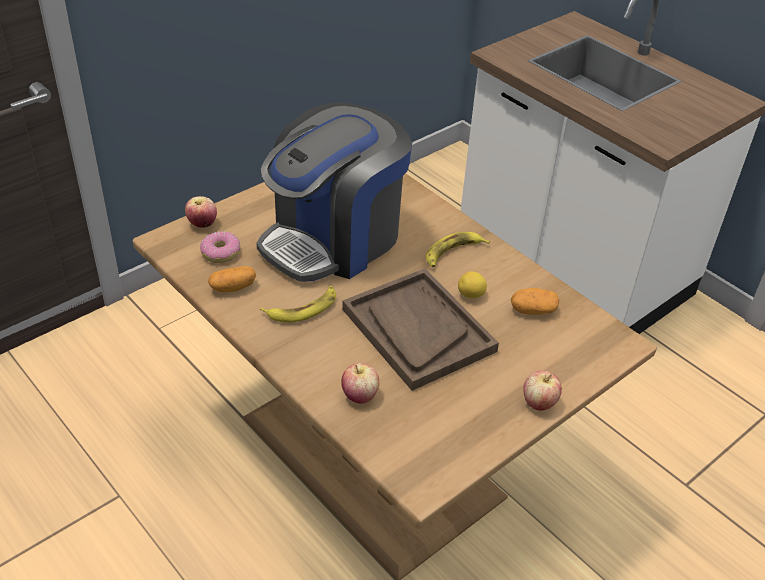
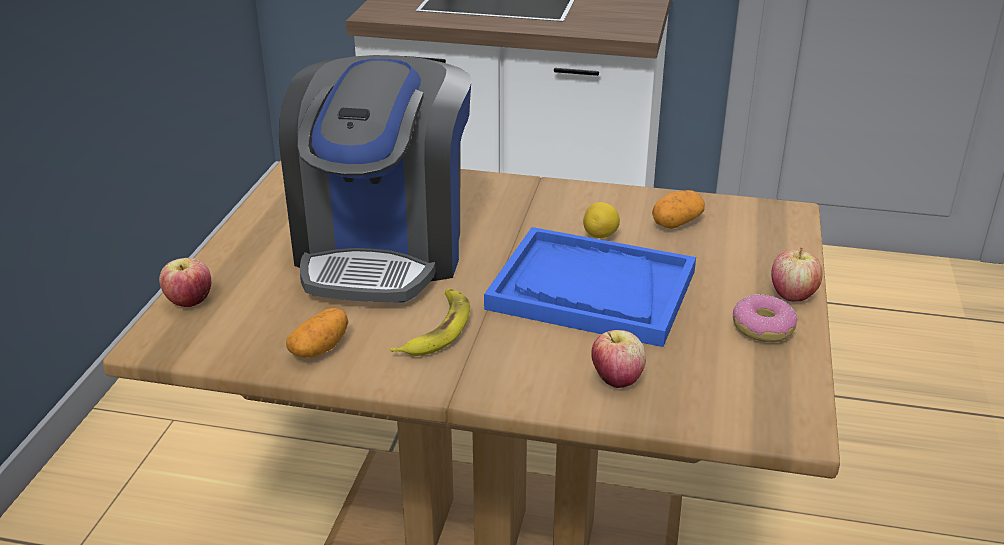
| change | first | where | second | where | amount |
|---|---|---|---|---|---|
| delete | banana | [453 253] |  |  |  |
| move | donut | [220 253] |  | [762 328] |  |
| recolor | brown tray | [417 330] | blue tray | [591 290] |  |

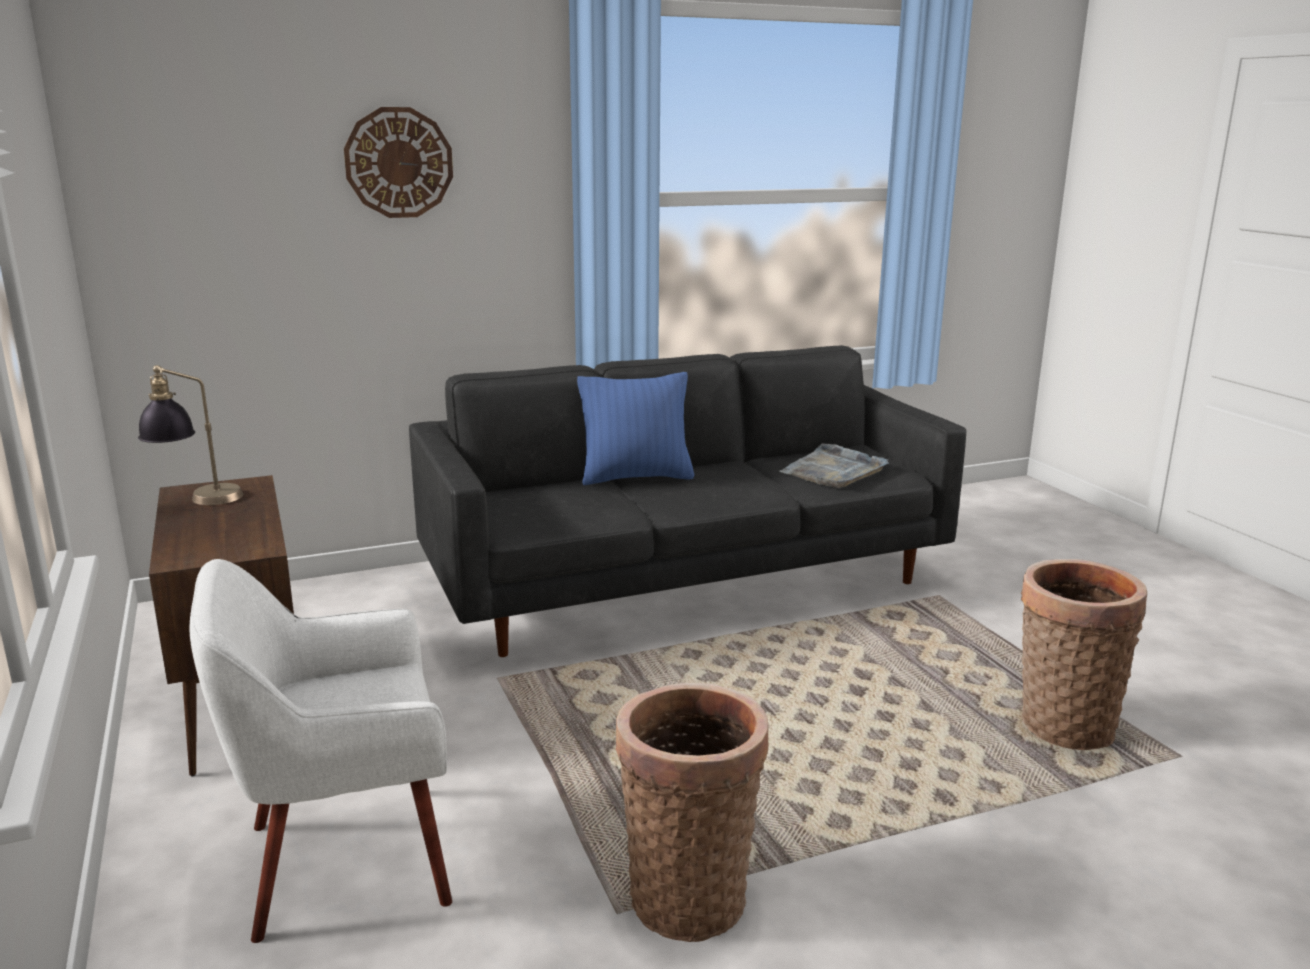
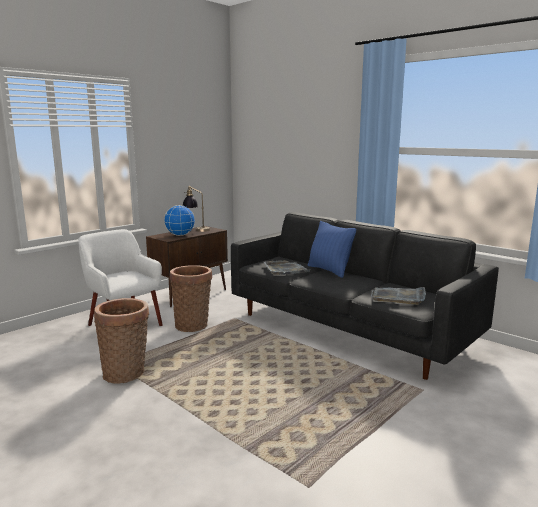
| change | first | where | second | where | amount |
|---|---|---|---|---|---|
| delete | wall clock | [399 163] |  |  |  |
| insert |  |  | globe | [180 235] |  |
| insert |  |  | grey tray | [285 269] |  |
| move | basket | [1062 723] |  | [193 324] |  |

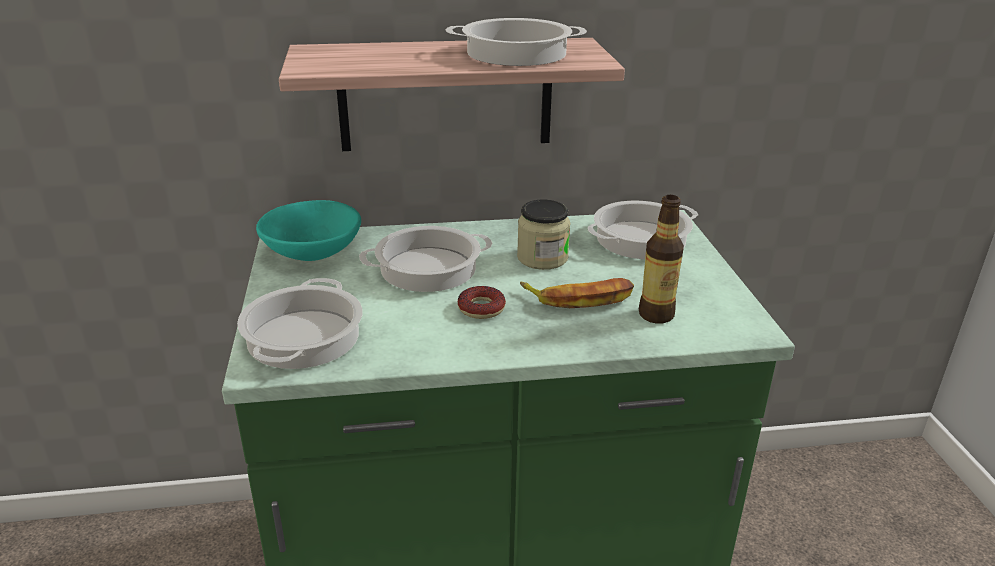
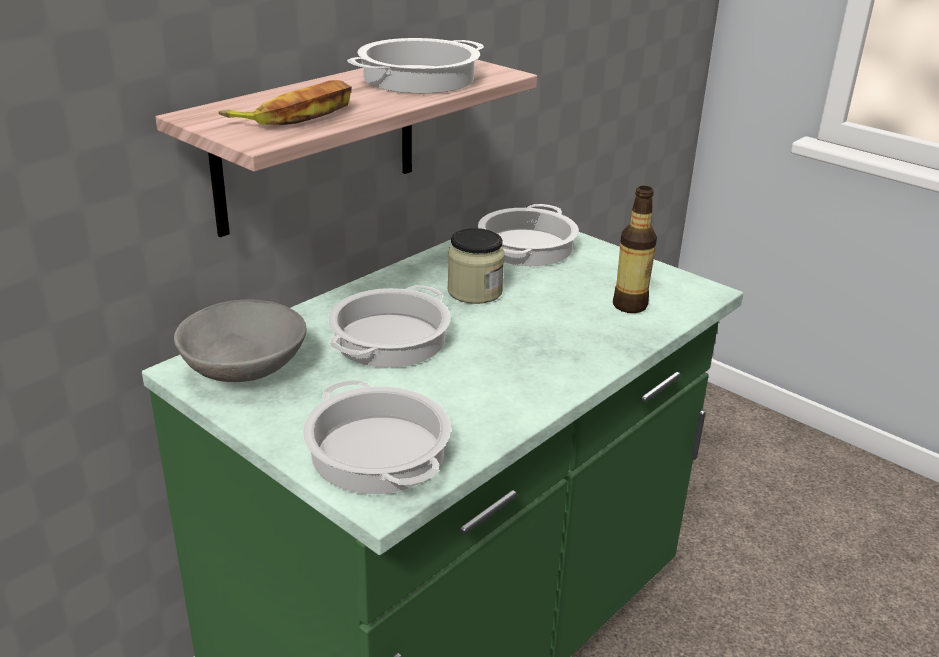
| change | first | where | second | where | amount |
|---|---|---|---|---|---|
| delete | donut | [481 308] |  |  |  |
| move | banana | [580 298] |  | [296 115] |  |
| recolor | turquoise bowl | [312 252] | grey bowl | [243 368] |  |

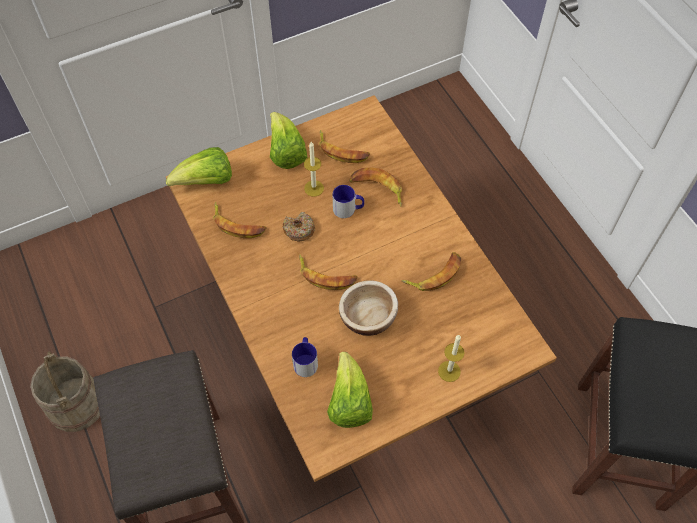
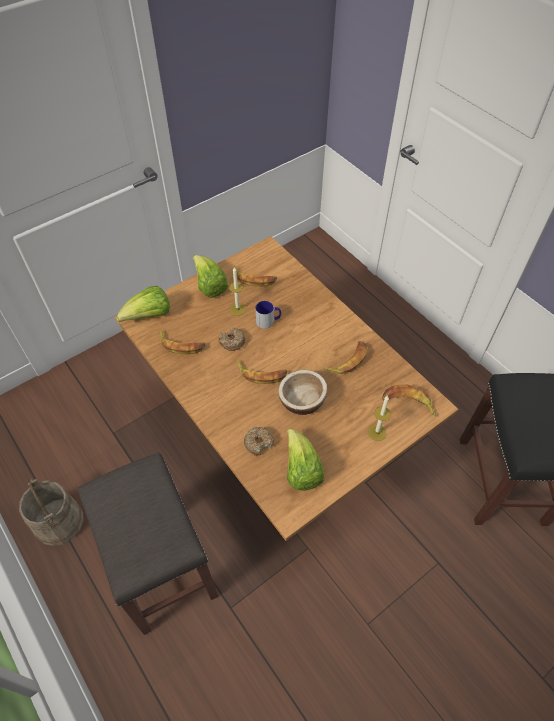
| change | first | where | second | where | amount |
|---|---|---|---|---|---|
| move | banana | [377 189] |  | [408 403] |  |
| replace | mug | [305 361] | donut | [258 443] |  |

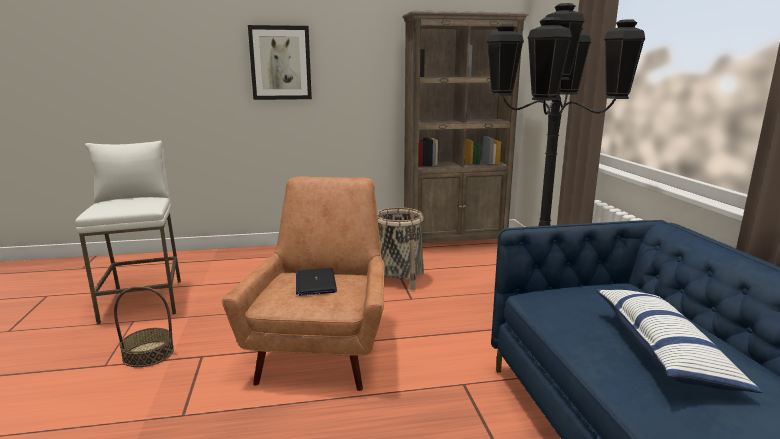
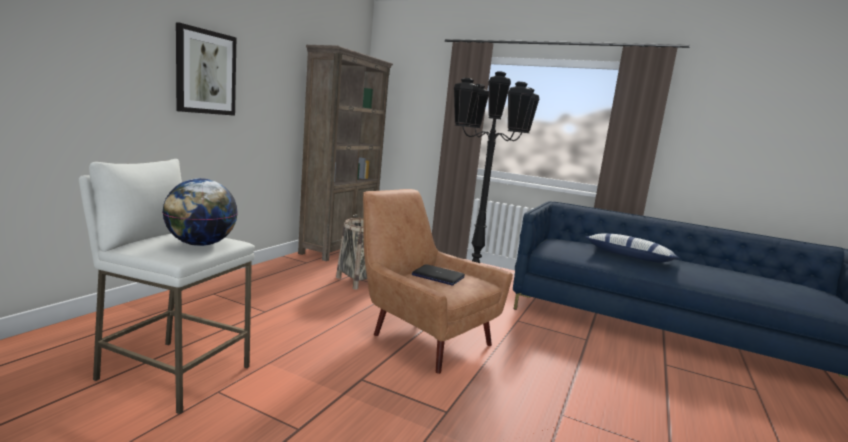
| change | first | where | second | where | amount |
|---|---|---|---|---|---|
| delete | basket | [148 354] |  |  |  |
| insert |  |  | globe | [200 244] |  |

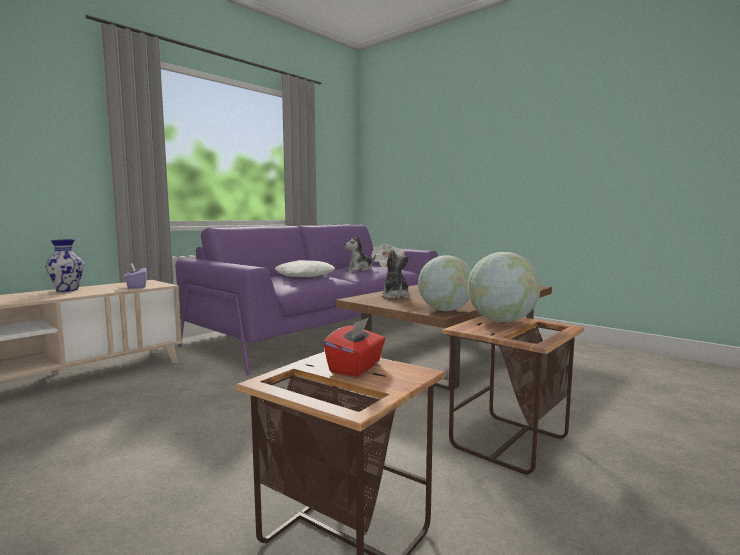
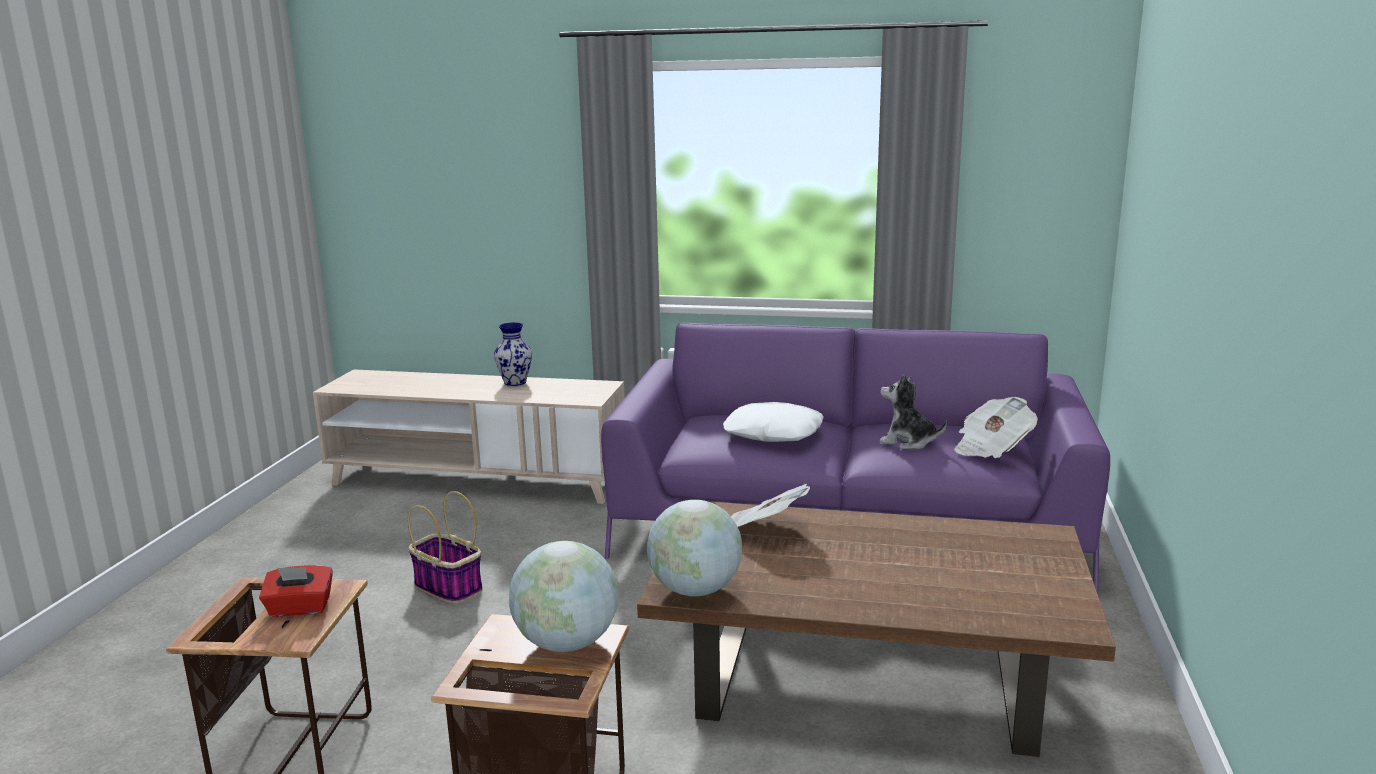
| change | first | where | second | where | amount |
|---|---|---|---|---|---|
| delete | purple tissue box | [136 286] |  |  |  |
| insert |  |  | basket | [447 587] |  |
| replace | plush toy | [395 296] | newspaper | [765 529] |  |

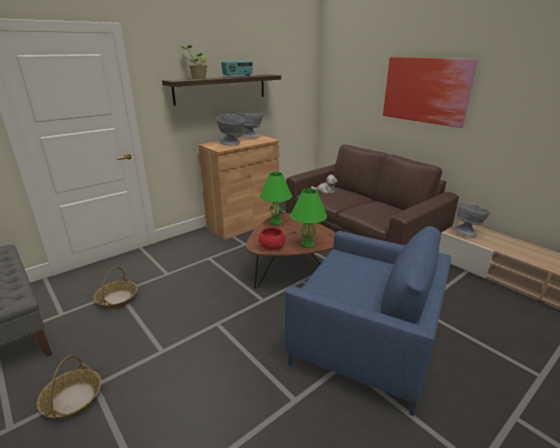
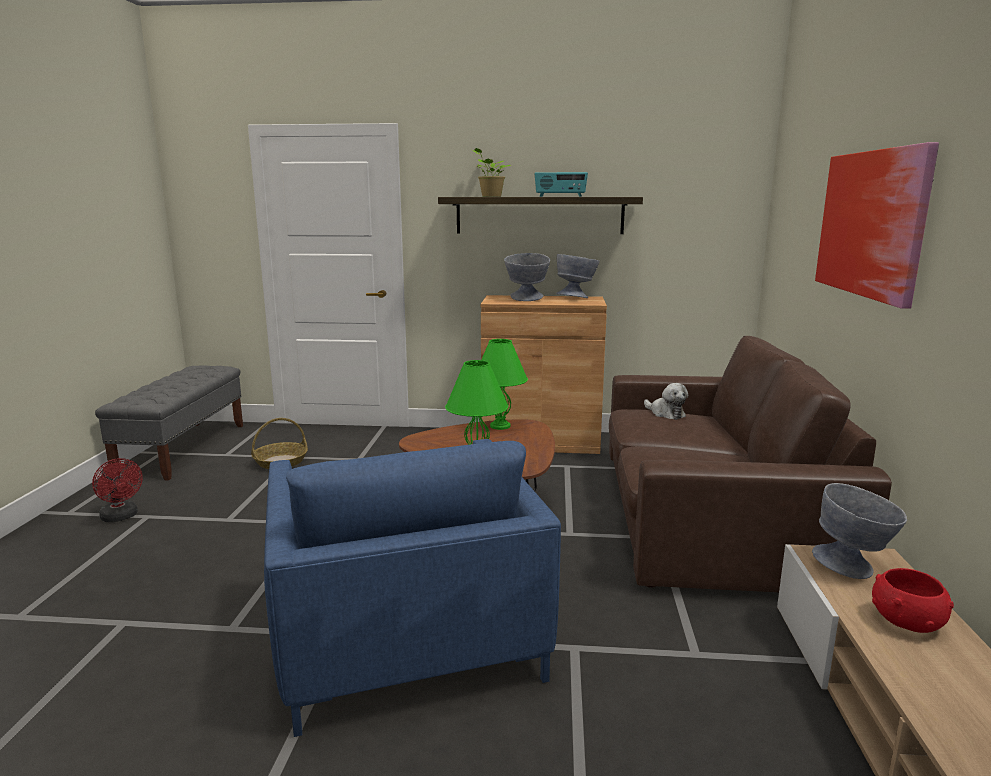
| change | first | where | second | where | amount |
|---|---|---|---|---|---|
| move | red bowl | [272 247] |  | [906 621] |  |
| replace | basket | [73 399] | red fan | [121 517] |  |

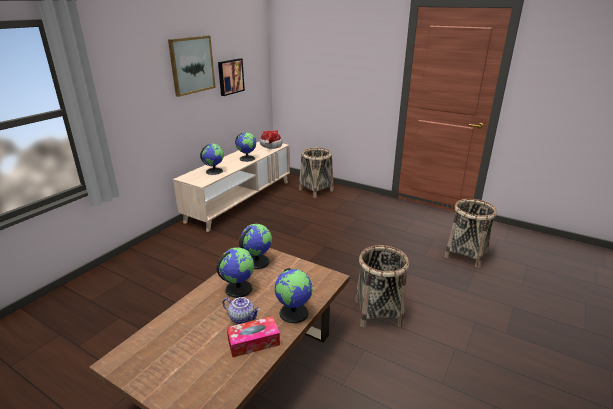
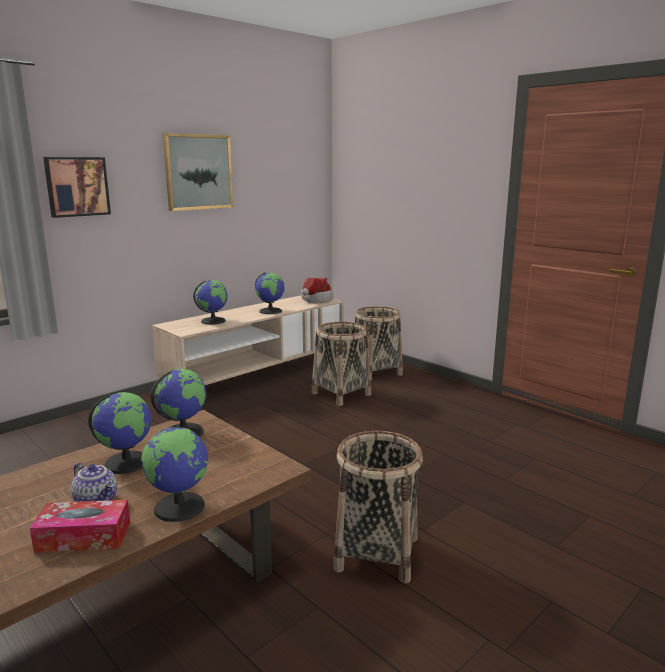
| change | first | where | second | where | amount |
|---|---|---|---|---|---|
| move | picture | [230 76] |  | [77 186] |  |
| move | basket | [466 254] |  | [341 394] |  |

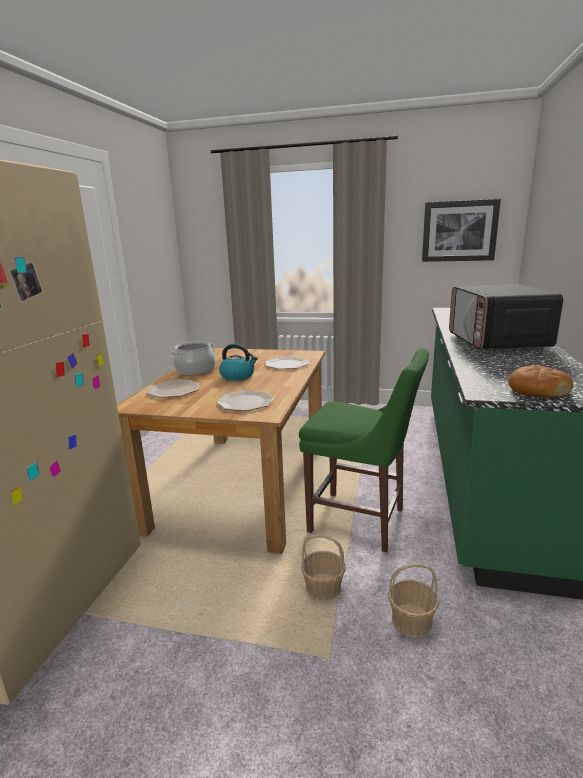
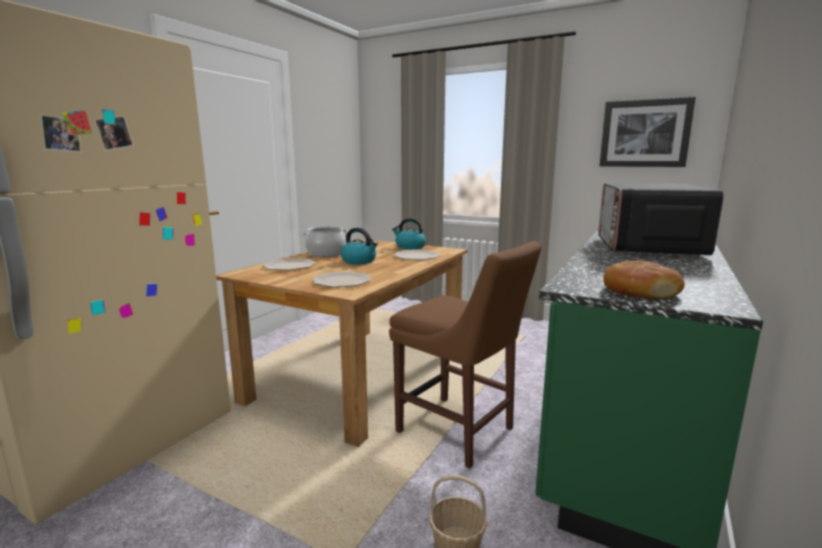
| change | first | where | second | where | amount |
|---|---|---|---|---|---|
| delete | basket | [323 588] |  |  |  |
| insert |  |  | kettle | [409 247] |  |
| recolor | green chair | [361 522] | brown chair | [459 432] |  |

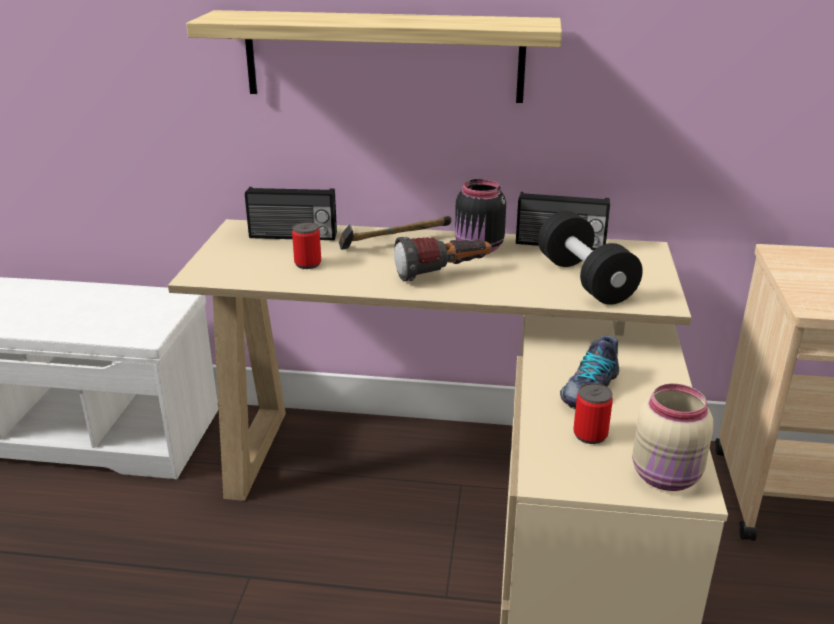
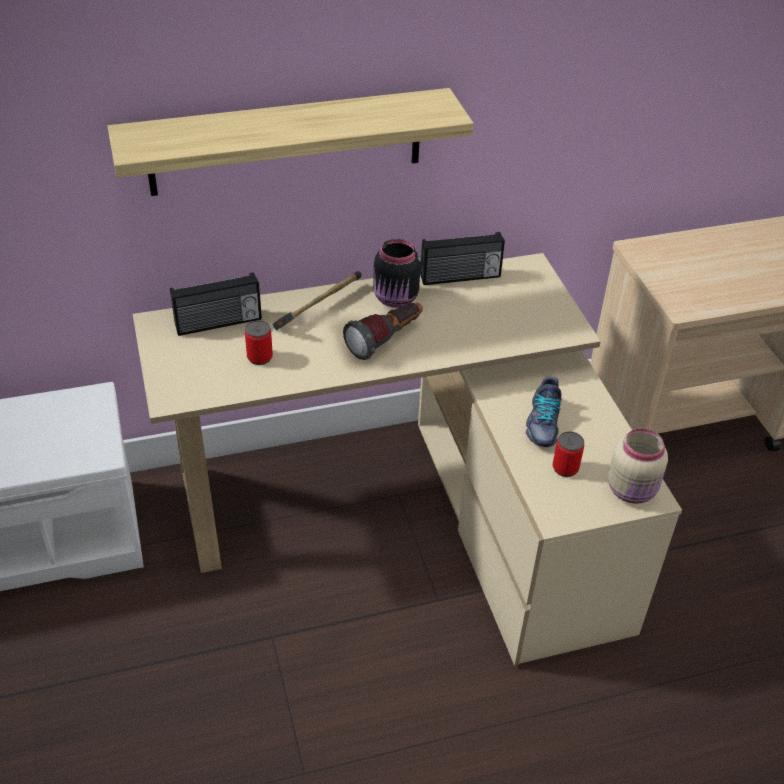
| change | first | where | second | where | amount |
|---|---|---|---|---|---|
| delete | black dumbbell | [585 280] |  |  |  |

